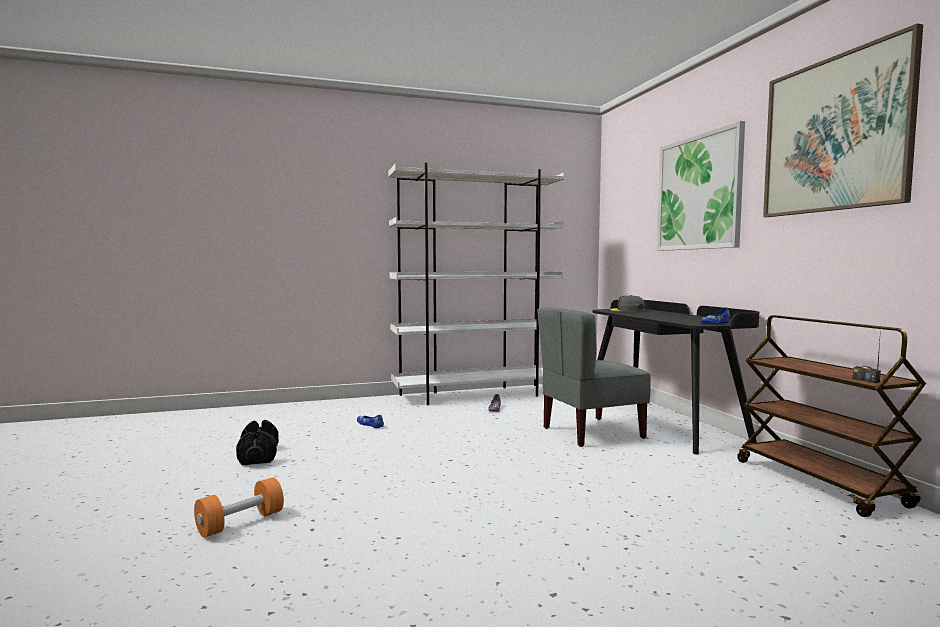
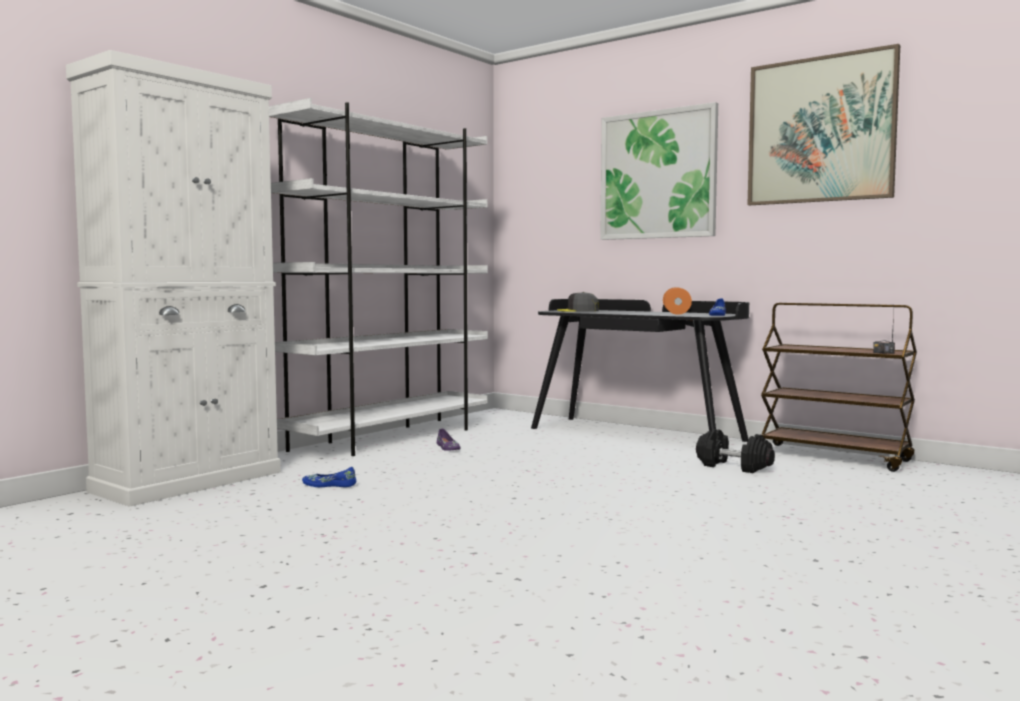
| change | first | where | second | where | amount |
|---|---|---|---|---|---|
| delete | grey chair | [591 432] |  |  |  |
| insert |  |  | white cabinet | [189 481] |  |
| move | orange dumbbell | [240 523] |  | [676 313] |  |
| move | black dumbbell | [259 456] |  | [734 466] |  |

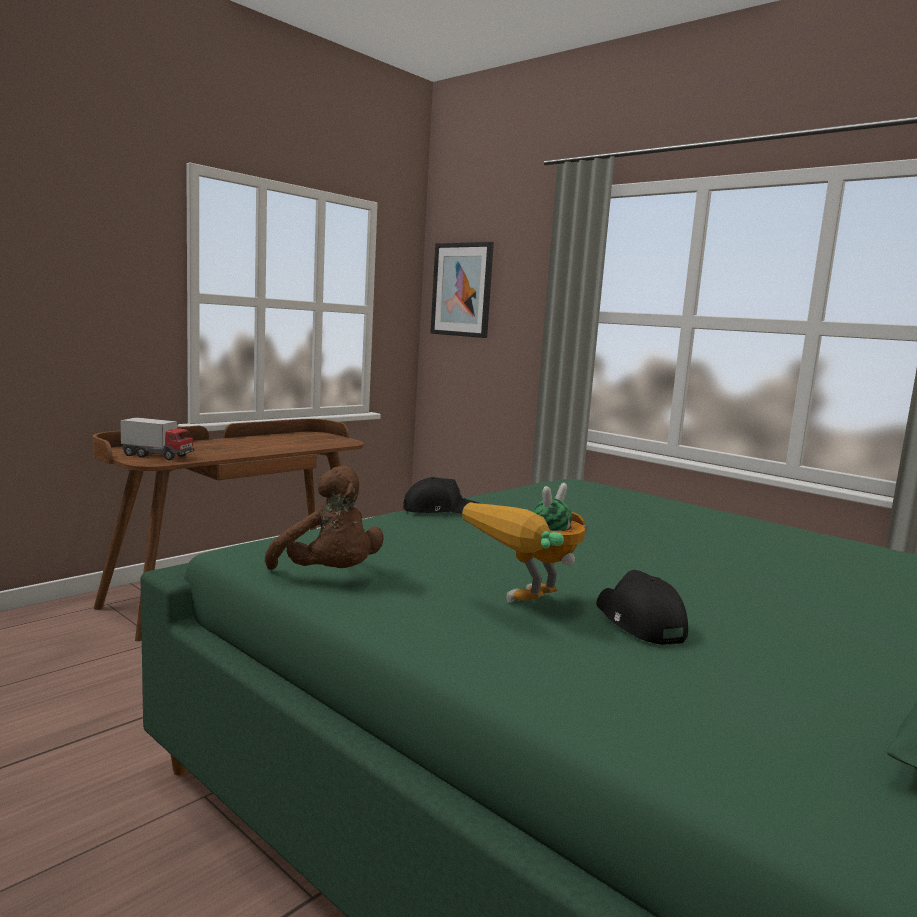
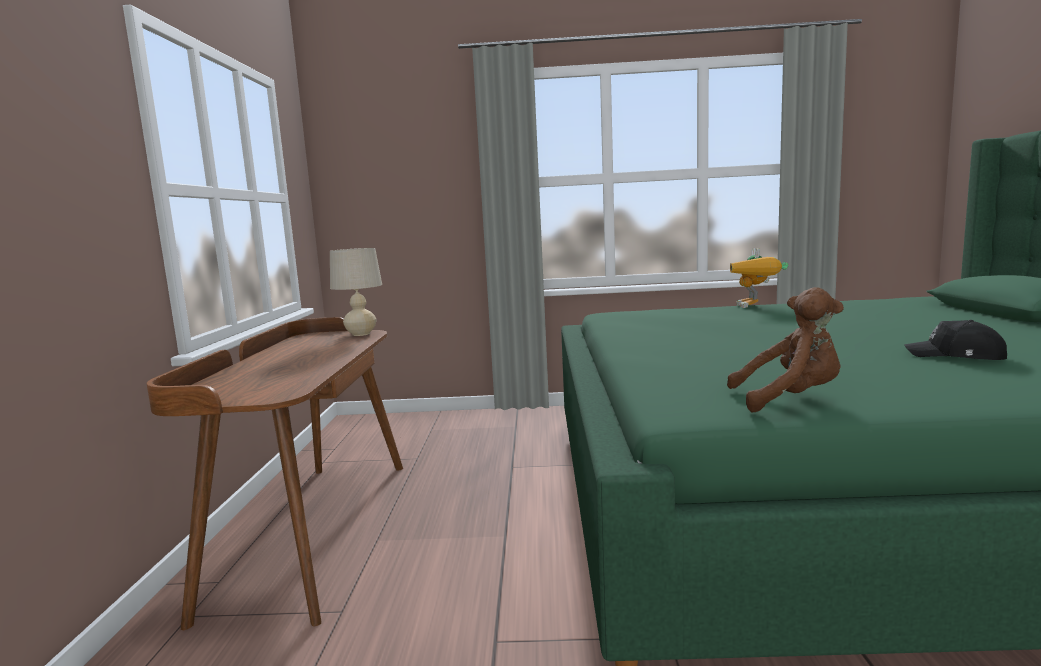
| change | first | where | second | where | amount |
|---|---|---|---|---|---|
| delete | toy truck | [158 456] |  |  |  |
| delete | black cap | [439 510] |  |  |  |
| delete | picture | [462 289] |  |  |  |
| insert |  |  | beige table lamp | [361 334] |  |
| move | toy robot | [526 609] |  | [755 307] |  |

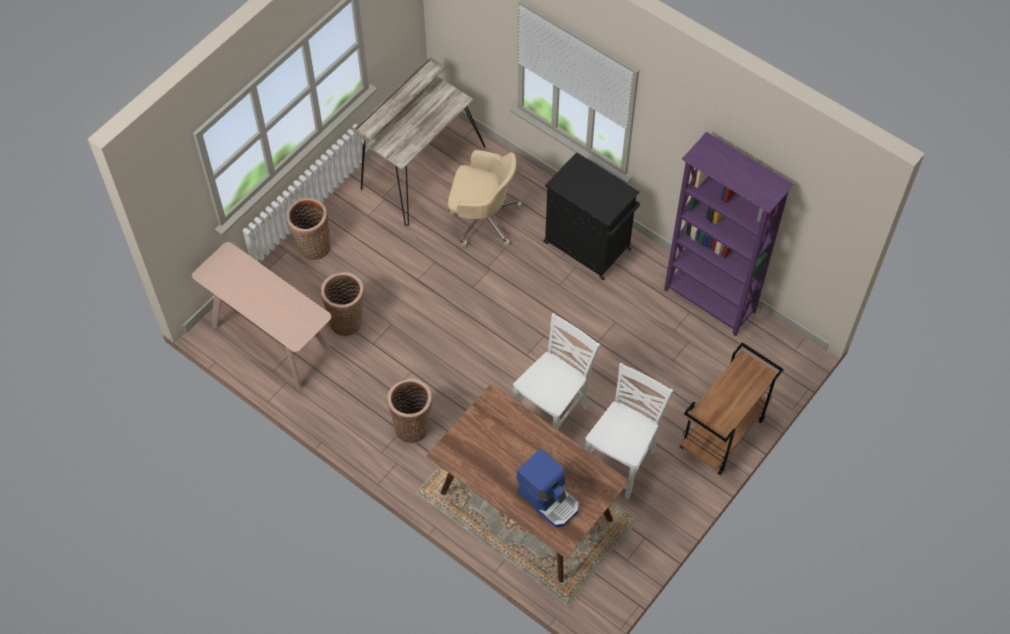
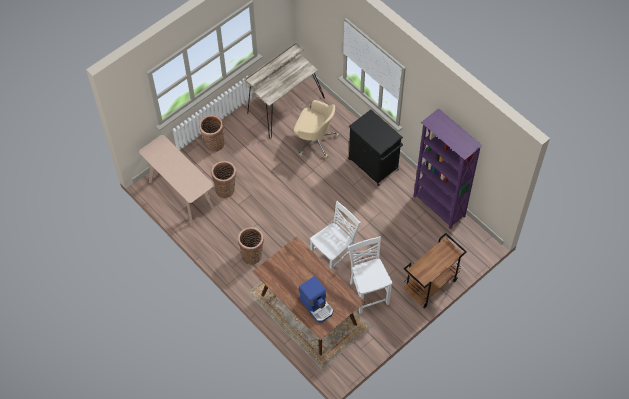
| change | first | where | second | where | amount |
|---|---|---|---|---|---|
| rotate | white chair | [621 463] |  | [368 293] | 60 degrees counterclockwise |

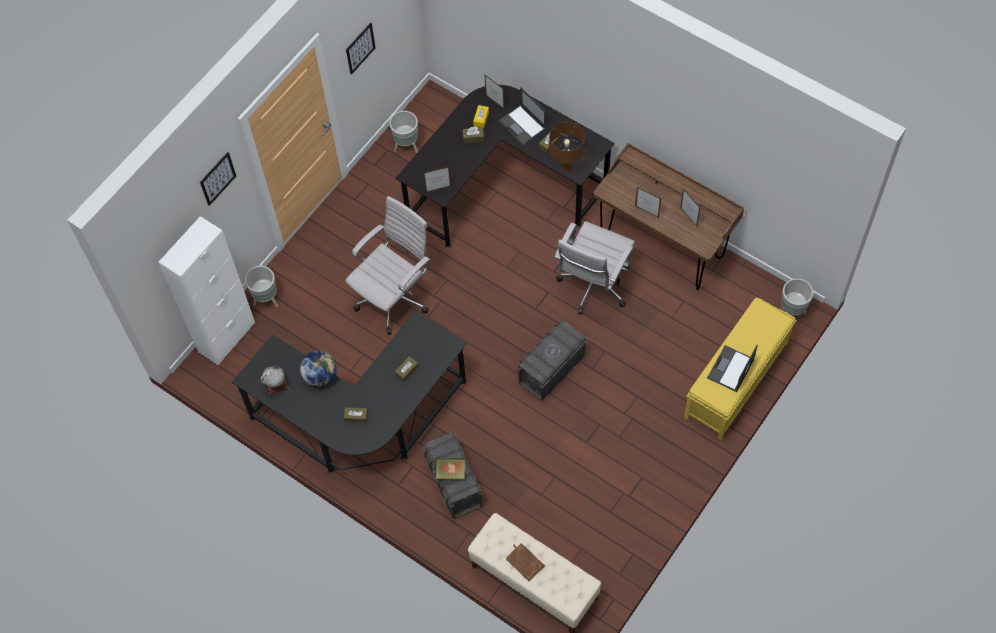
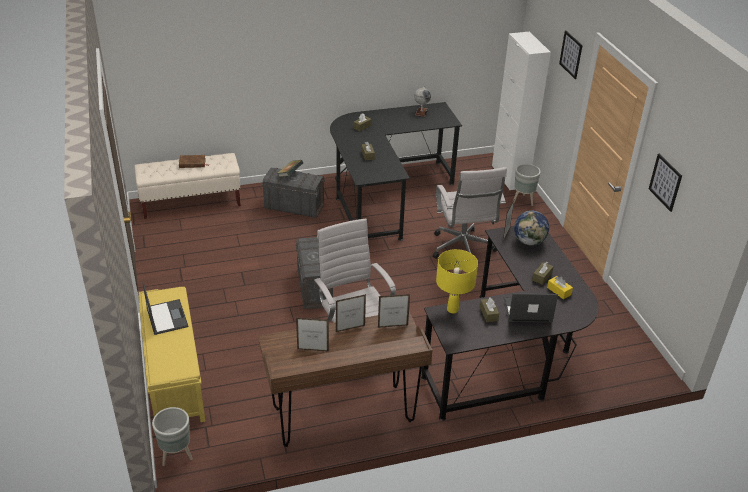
| change | first | where | second | where | amount |
|---|---|---|---|---|---|
| delete | grey planter | [407 146] |  |  |  |
| move | globe | [321 376] |  | [529 241] |  |
| move | picture frame | [495 102] |  | [392 326] |  |
| recolor | brown table lamp | [566 167] | yellow table lamp | [452 309] |  |

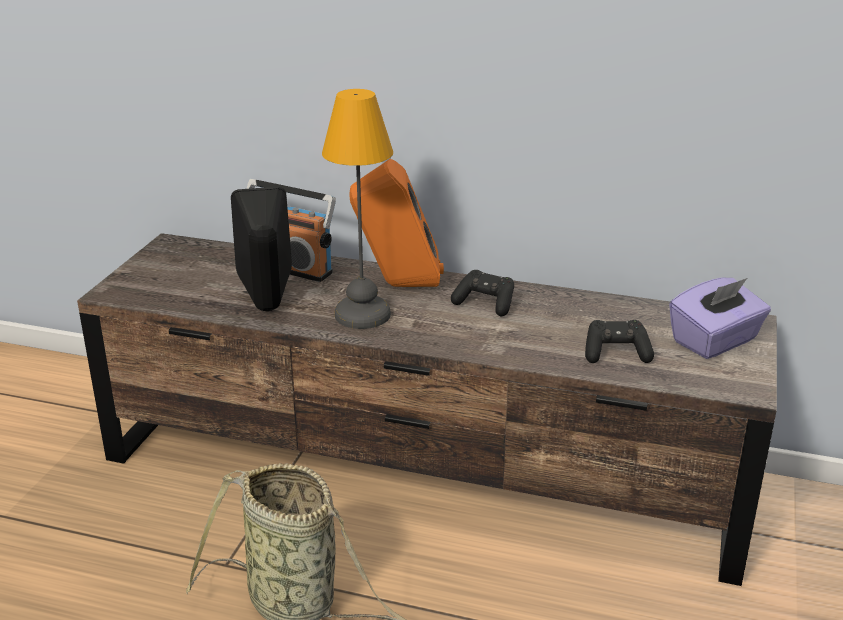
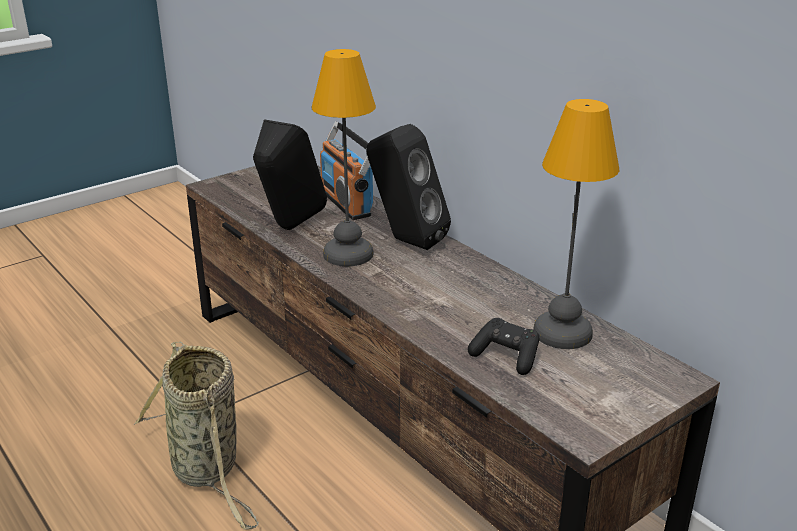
| change | first | where | second | where | amount |
|---|---|---|---|---|---|
| delete | black game controller | [485 303] |  |  |  |
| delete | purple tissue box | [715 341] |  |  |  |
| insert |  |  | table lamp | [562 333] |  |
| recolor | orange speaker | [397 286] | black speaker | [405 241] |  |

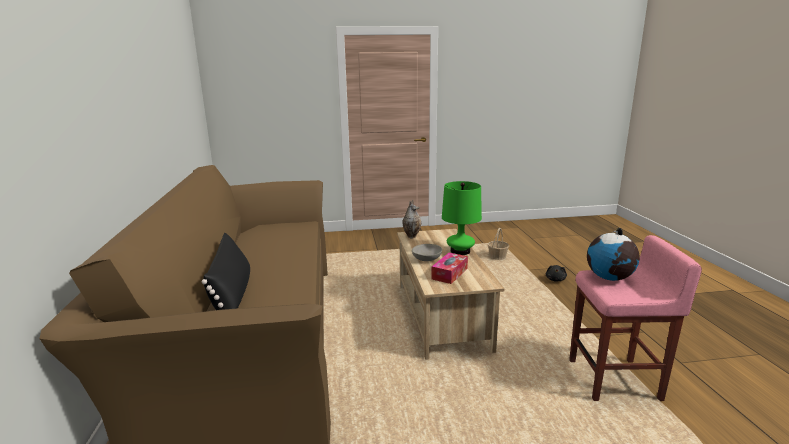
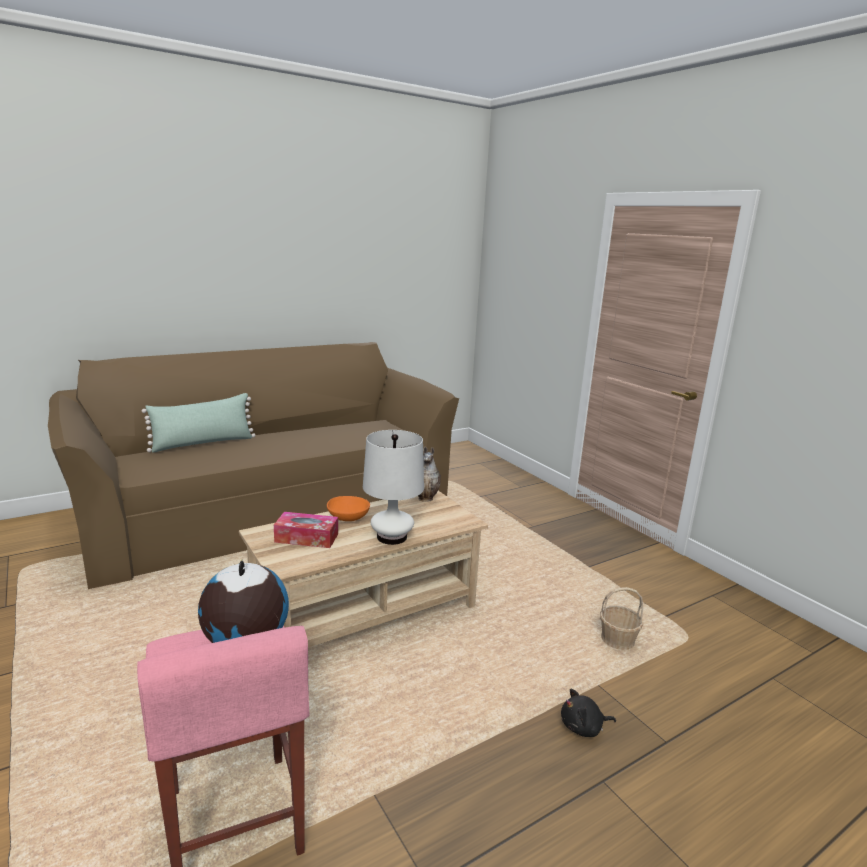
| change | first | where | second | where | amount |
|---|---|---|---|---|---|
| recolor | black pillow | [232 294] | green pillow | [203 443] |  |
| recolor | grey bowl | [427 259] | orange bowl | [347 518] |  |
| recolor | green table lamp | [460 251] | white table lamp | [391 537] |  |

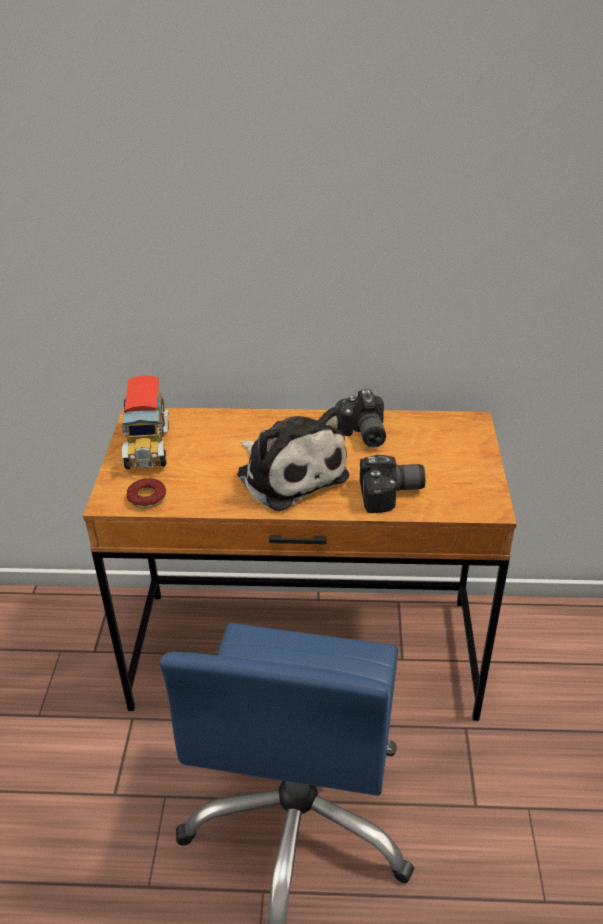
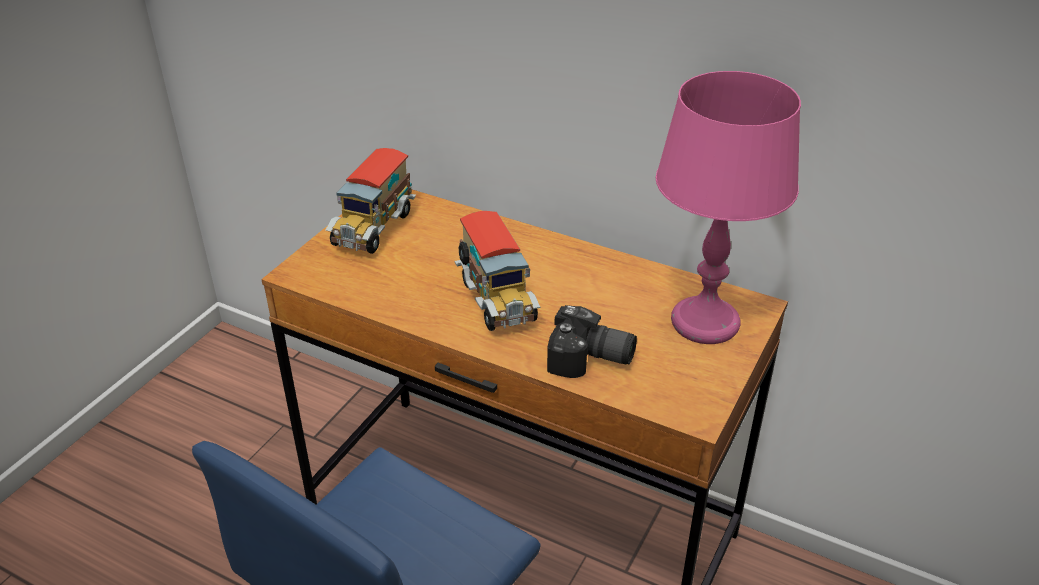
| change | first | where | second | where | amount |
|---|---|---|---|---|---|
| delete | donut | [147 498] |  |  |  |
| delete | photo camera | [362 434] |  |  |  |
| insert |  |  | pink table lamp | [704 323] |  |
| replace | plush toy | [289 473] | toy truck | [495 300] |  |

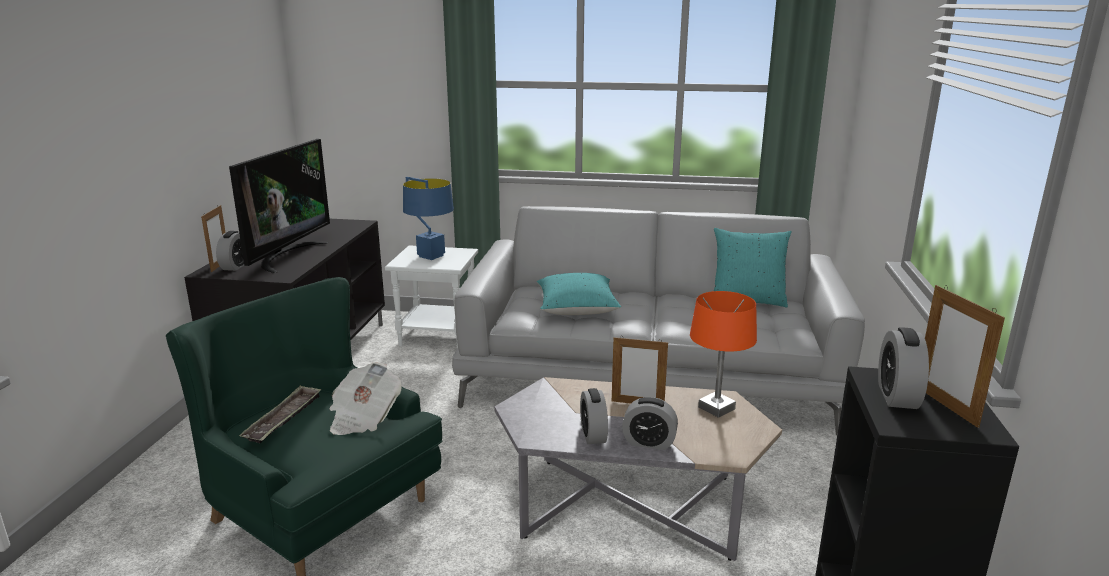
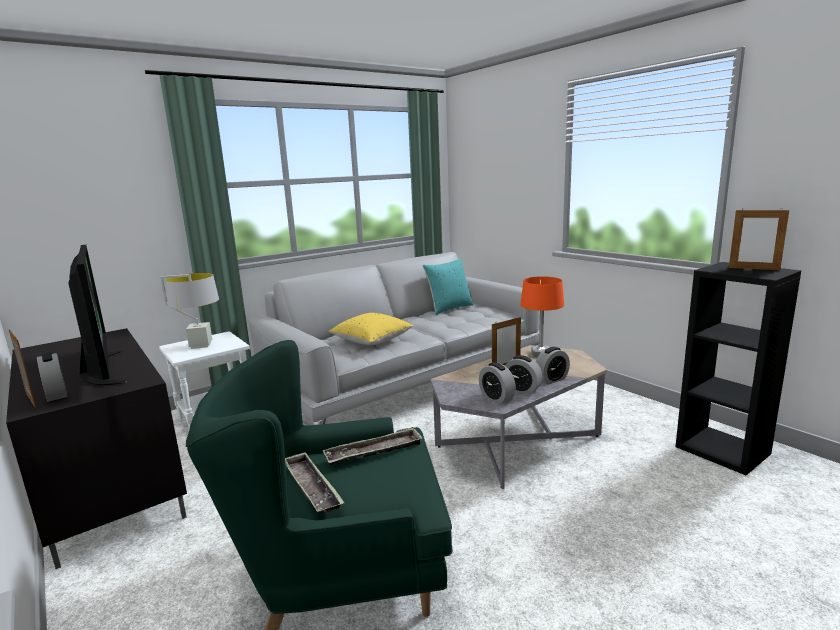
| change | first | where | second | where | amount |
|---|---|---|---|---|---|
| move | alarm clock | [897 396] |  | [496 398] |  |
| replace | newspaper | [363 417] | tray | [374 451] |  |
| recolor | blue table lamp | [431 256] | grey table lamp | [201 345] |  |
| recolor | turquoise pillow | [576 309] | yellow pillow | [372 341] |  |

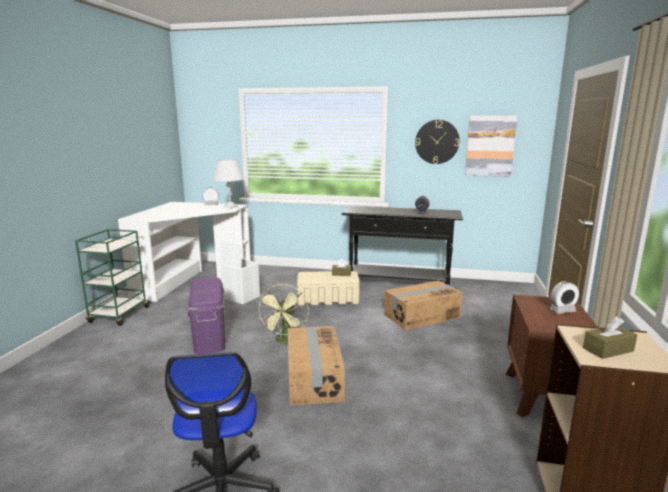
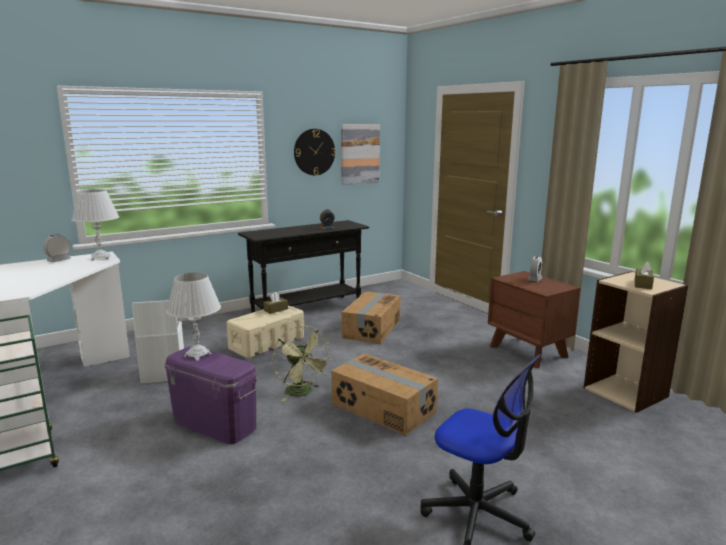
| change | first | where | second | where | amount |
|---|---|---|---|---|---|
| insert |  |  | white table lamp | [198 355] |  |

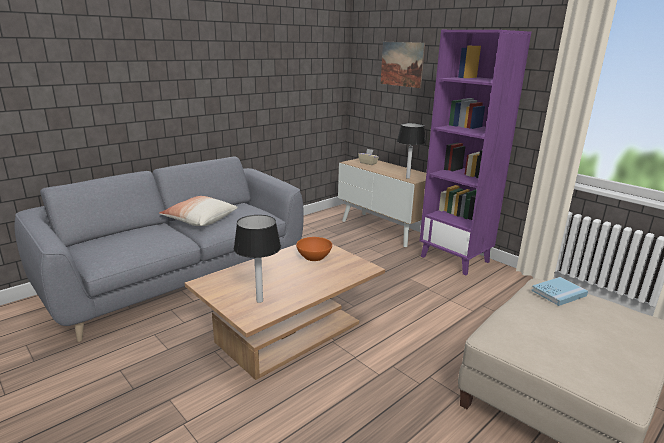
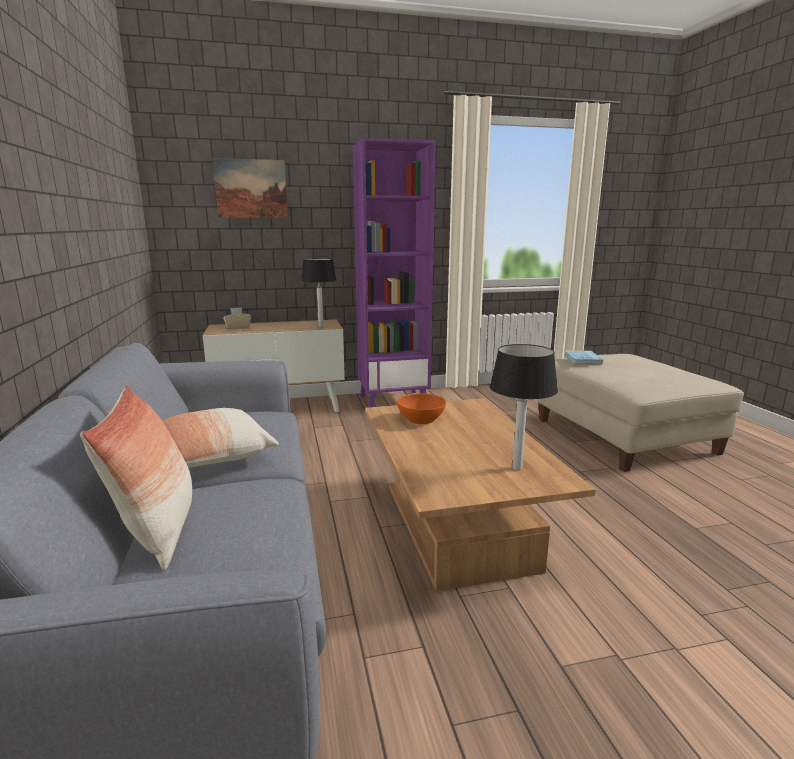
| change | first | where | second | where | amount |
|---|---|---|---|---|---|
| insert |  |  | pillow | [159 529] |  |

